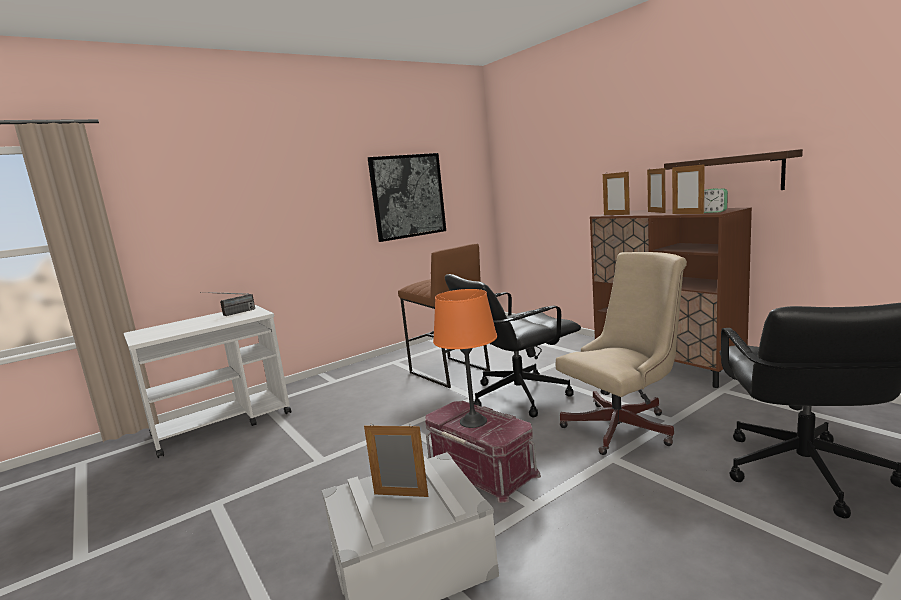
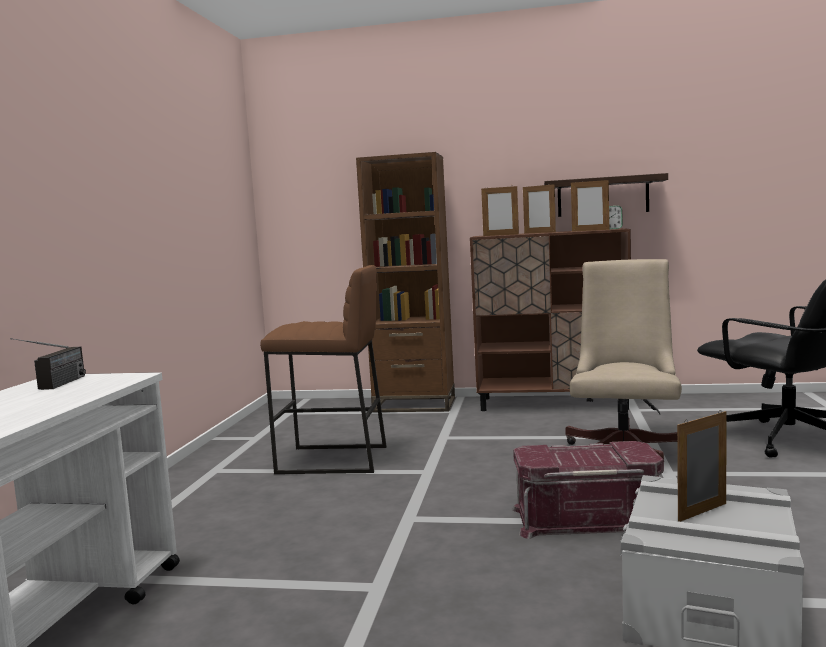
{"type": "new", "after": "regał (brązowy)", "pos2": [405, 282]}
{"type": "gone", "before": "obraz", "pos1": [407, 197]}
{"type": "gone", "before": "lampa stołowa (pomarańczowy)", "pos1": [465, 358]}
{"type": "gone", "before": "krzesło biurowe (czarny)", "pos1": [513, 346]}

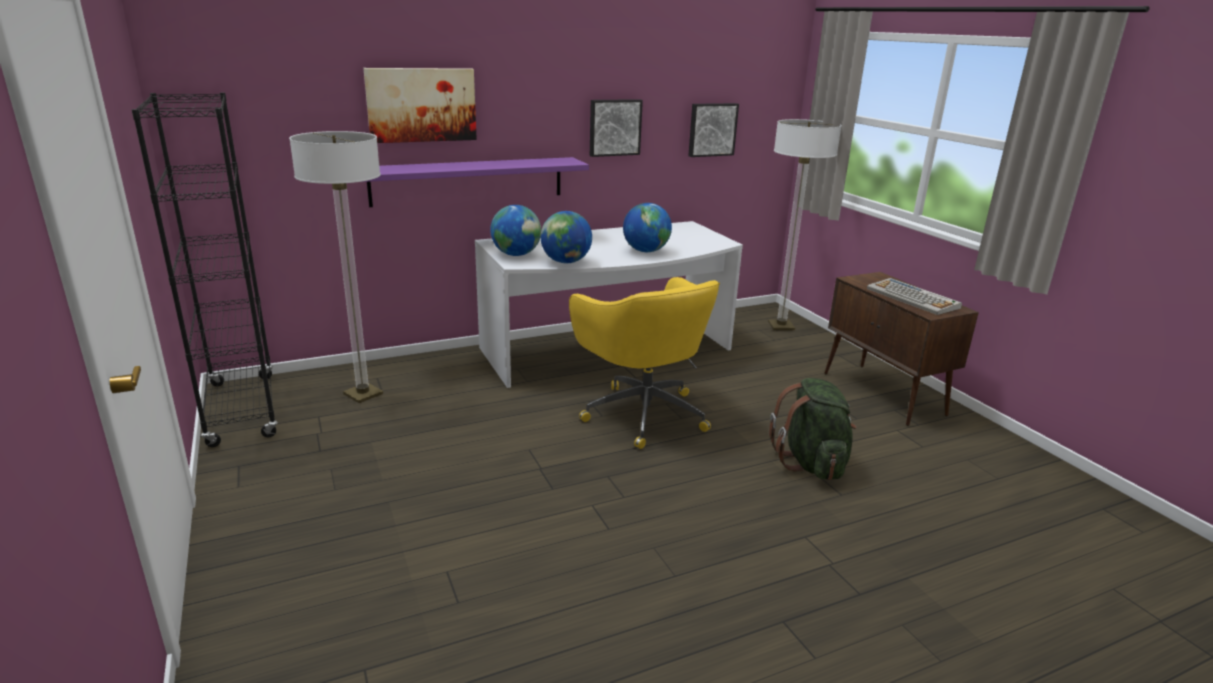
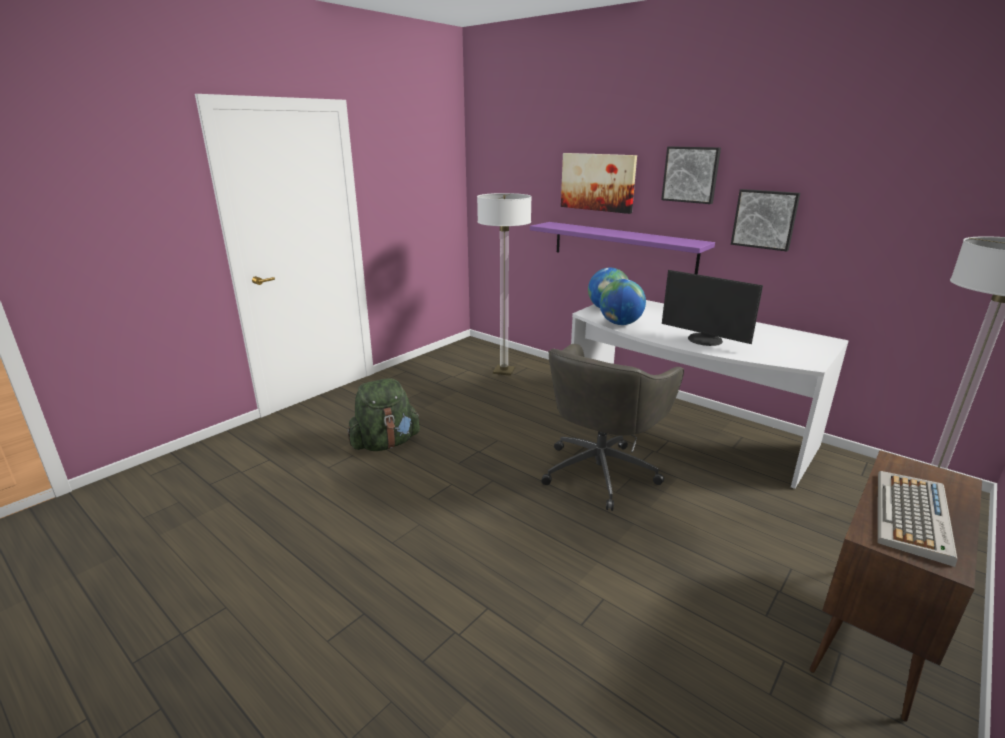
{"type": "shifted", "before": "plecak (zielony)", "pos1": [812, 429], "pos2": [384, 414]}
{"type": "repainted", "before": "krzesło biurowe (żółty)", "after": "krzesło biurowe (szary)", "pos1": [644, 363], "pos2": [612, 427]}
{"type": "shifted", "before": "obraz", "pos1": [713, 130], "pos2": [691, 175]}
{"type": "swapped", "before": "globus", "after": "monitor", "pos1": [647, 227], "pos2": [712, 308]}
{"type": "gone", "before": "regał (czarny)", "pos1": [205, 270]}

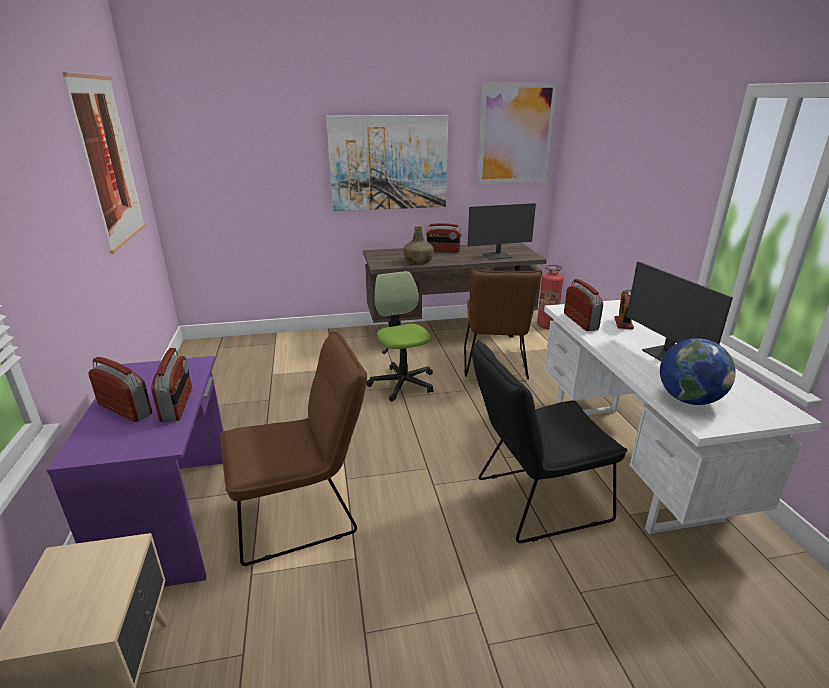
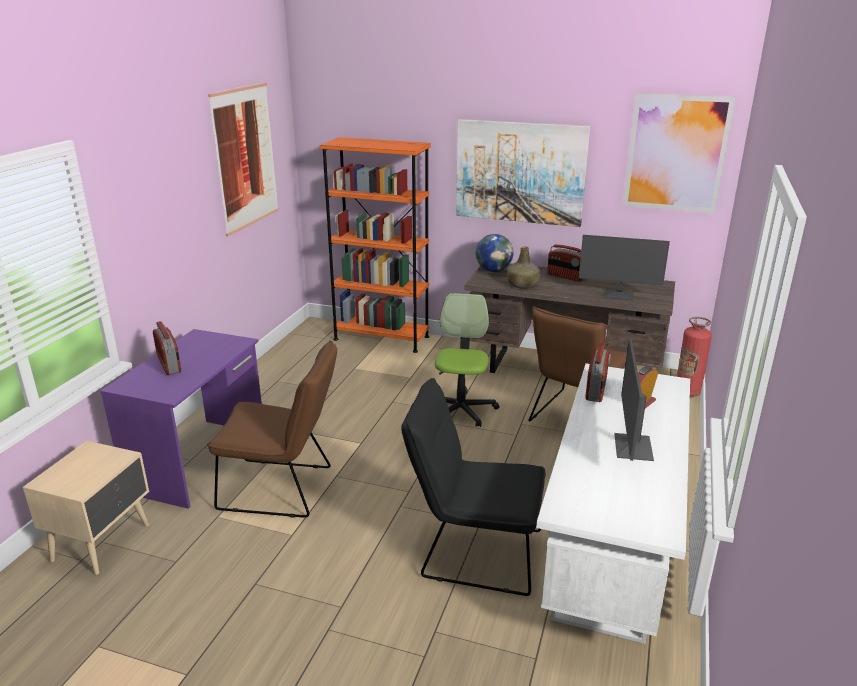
{"type": "new", "after": "regał (pomarańczowy)", "pos2": [375, 245]}
{"type": "shifted", "before": "globus", "pos1": [698, 371], "pos2": [494, 253]}
{"type": "gone", "before": "radio", "pos1": [171, 385]}

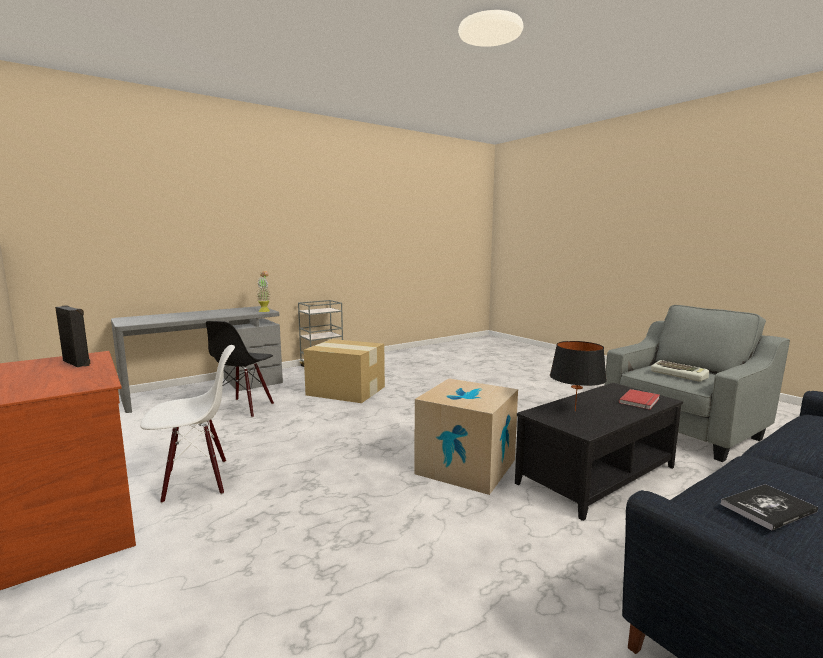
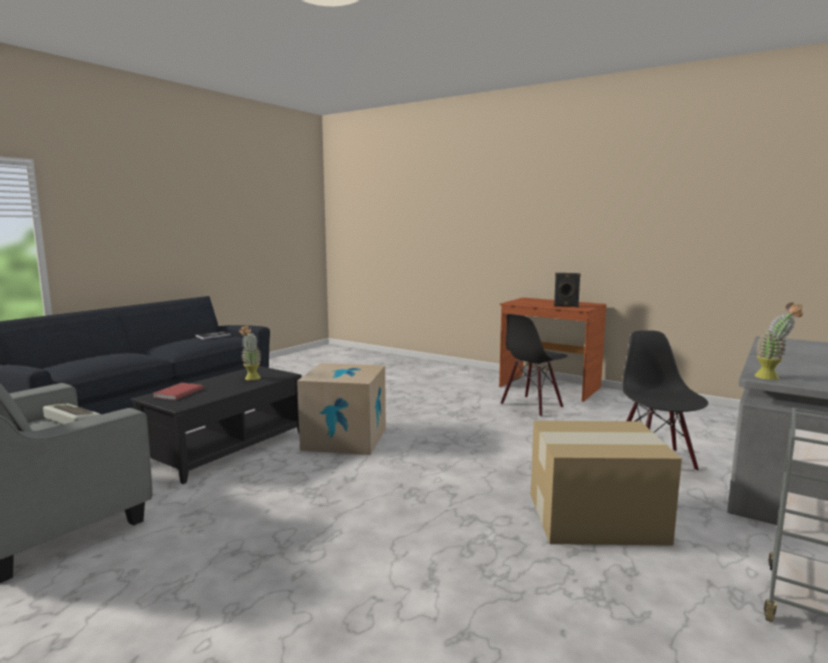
{"type": "swapped", "before": "lampa stołowa (czarny)", "after": "roślina doniczkowa", "pos1": [578, 376], "pos2": [250, 352]}
{"type": "repainted", "before": "krzesło (biały)", "after": "krzesło (czarny)", "pos1": [187, 424], "pos2": [534, 365]}

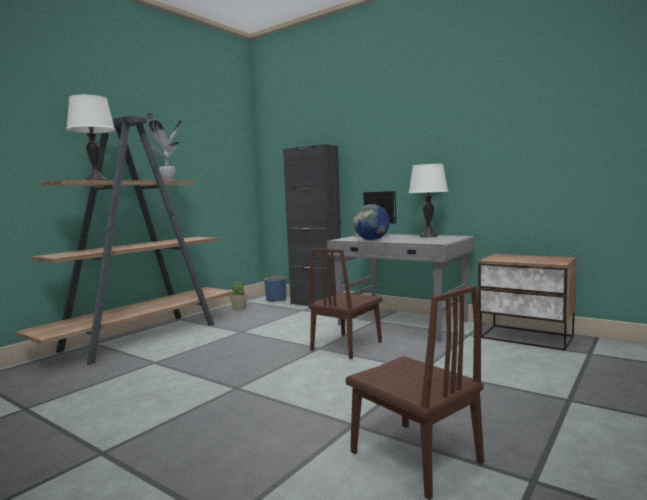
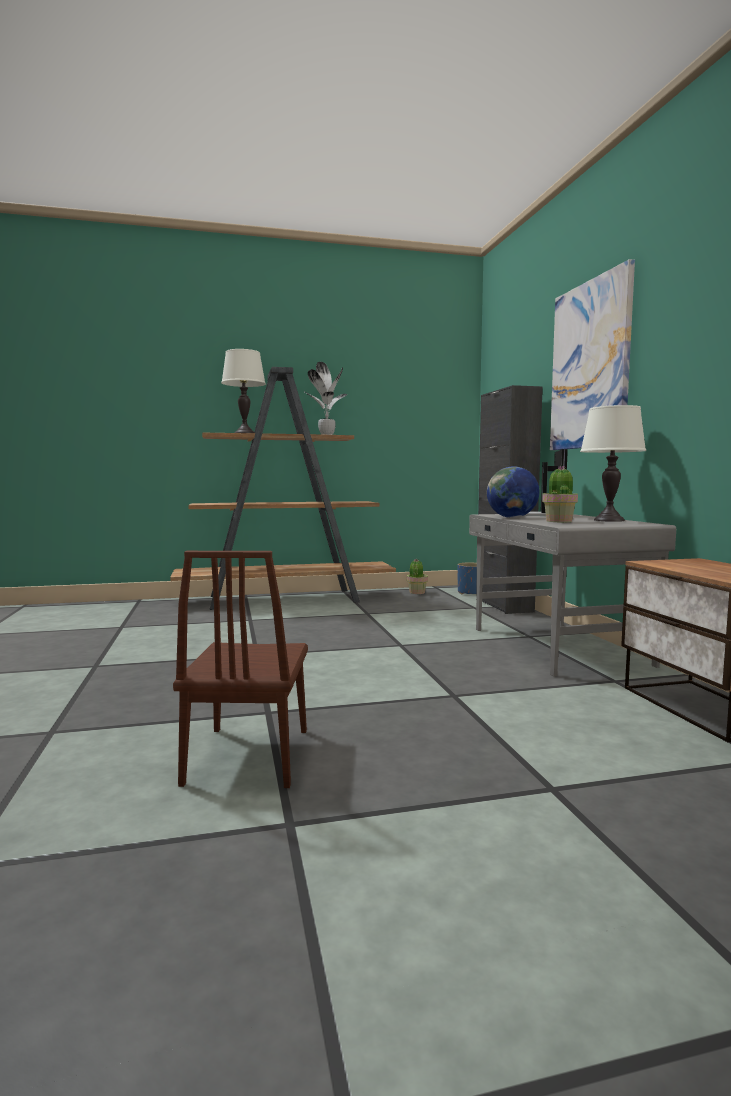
{"type": "new", "after": "roślina doniczkowa", "pos2": [560, 494]}
{"type": "new", "after": "obraz", "pos2": [592, 354]}
{"type": "gone", "before": "krzesło (brązowy)", "pos1": [345, 303]}

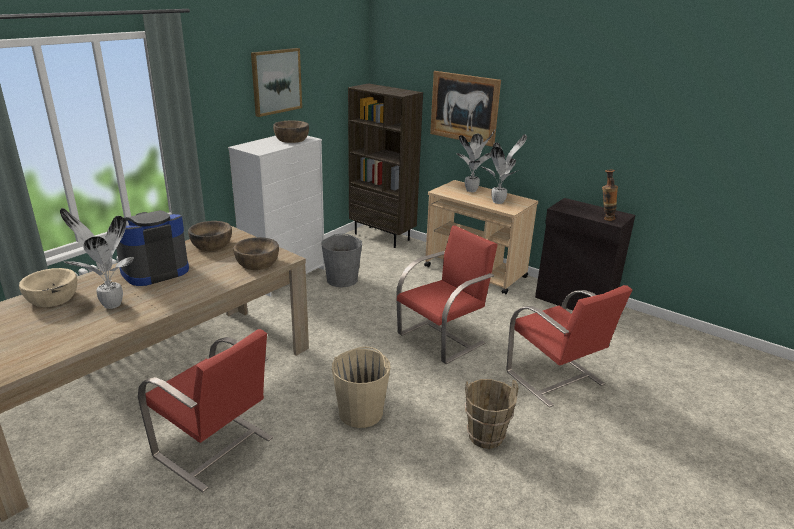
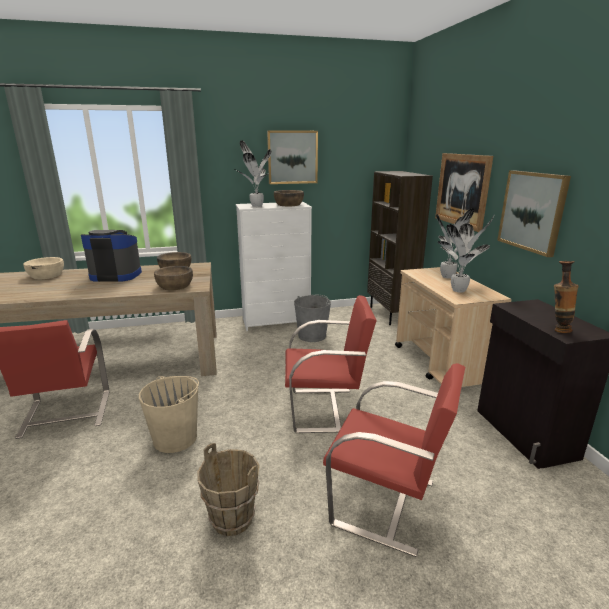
{"type": "shifted", "before": "roślina doniczkowa", "pos1": [97, 258], "pos2": [253, 173]}
{"type": "rotated", "before": "krzesło (czerwony)", "pos1": [569, 346], "pos2": [394, 460], "turn": -75}
{"type": "new", "after": "obraz", "pos2": [534, 213]}

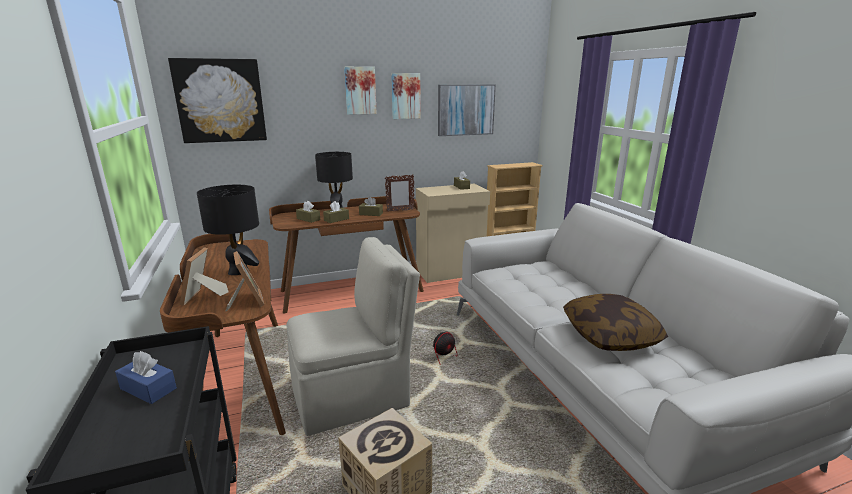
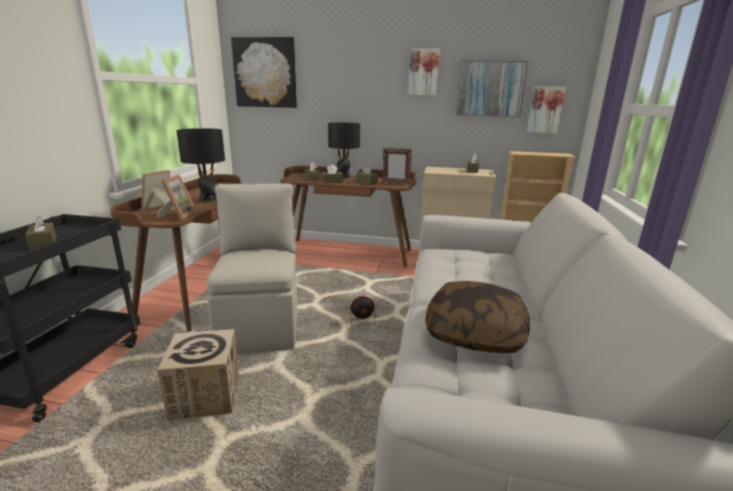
{"type": "repainted", "before": "pudełko chusteczek (niebieski)", "after": "pudełko chusteczek (brązowy)", "pos1": [146, 377], "pos2": [40, 231]}
{"type": "rotated", "before": "krzesło (beżowy)", "pos1": [353, 336], "pos2": [252, 268], "turn": -105}
{"type": "shifted", "before": "obraz", "pos1": [360, 91], "pos2": [546, 109]}

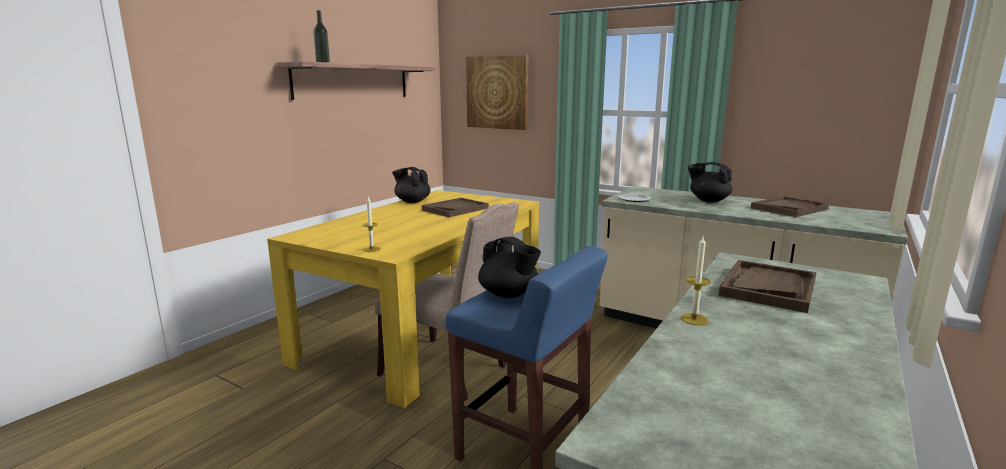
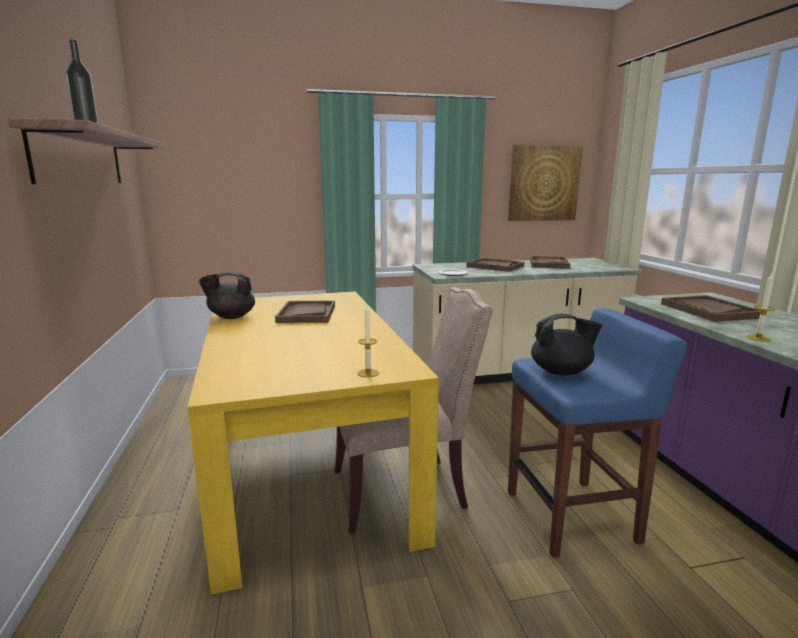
{"type": "swapped", "before": "imbryk (czarny)", "after": "taca (brązowy)", "pos1": [710, 182], "pos2": [495, 265]}
{"type": "shifted", "before": "obraz", "pos1": [497, 92], "pos2": [545, 183]}

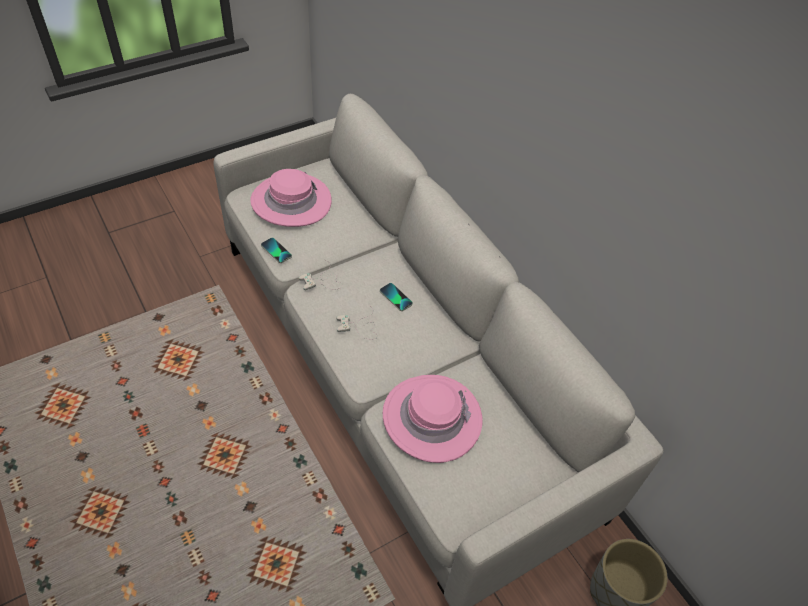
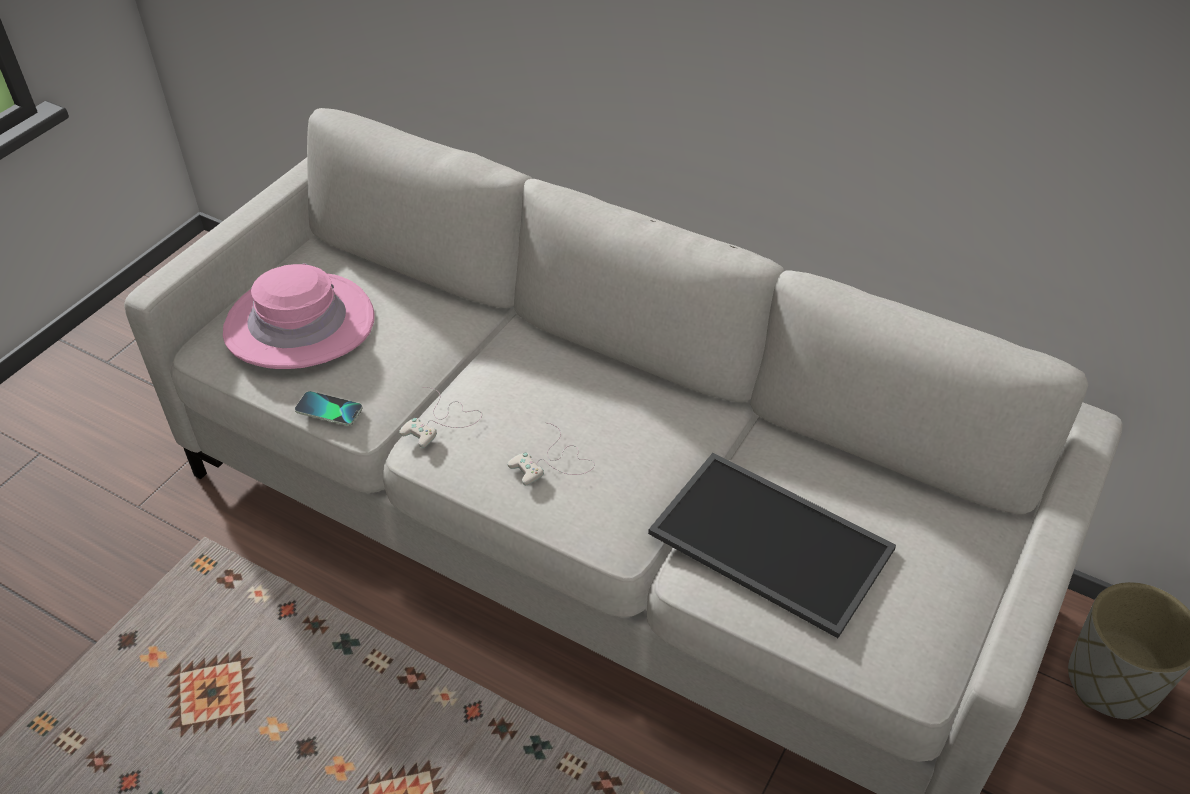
{"type": "swapped", "before": "kapelusz (różowy)", "after": "taca", "pos1": [433, 419], "pos2": [772, 545]}
{"type": "gone", "before": "telefon", "pos1": [396, 297]}

